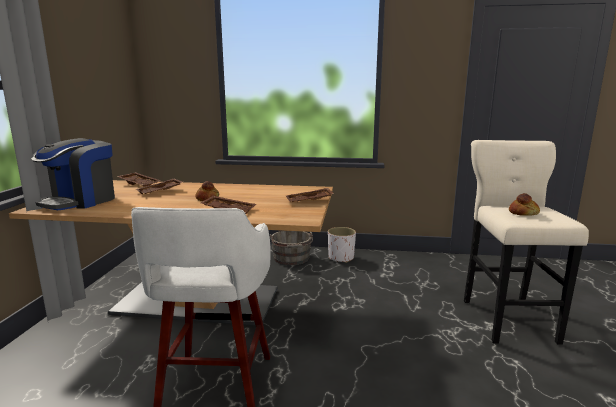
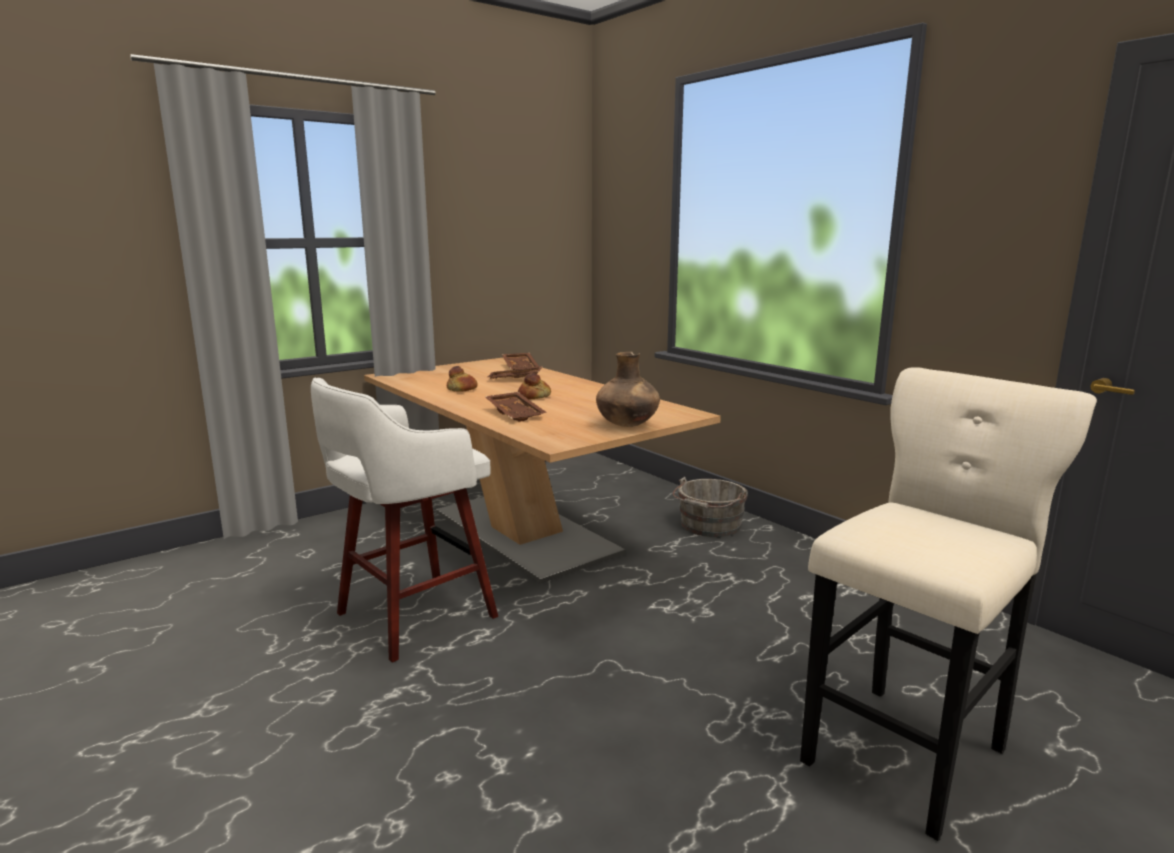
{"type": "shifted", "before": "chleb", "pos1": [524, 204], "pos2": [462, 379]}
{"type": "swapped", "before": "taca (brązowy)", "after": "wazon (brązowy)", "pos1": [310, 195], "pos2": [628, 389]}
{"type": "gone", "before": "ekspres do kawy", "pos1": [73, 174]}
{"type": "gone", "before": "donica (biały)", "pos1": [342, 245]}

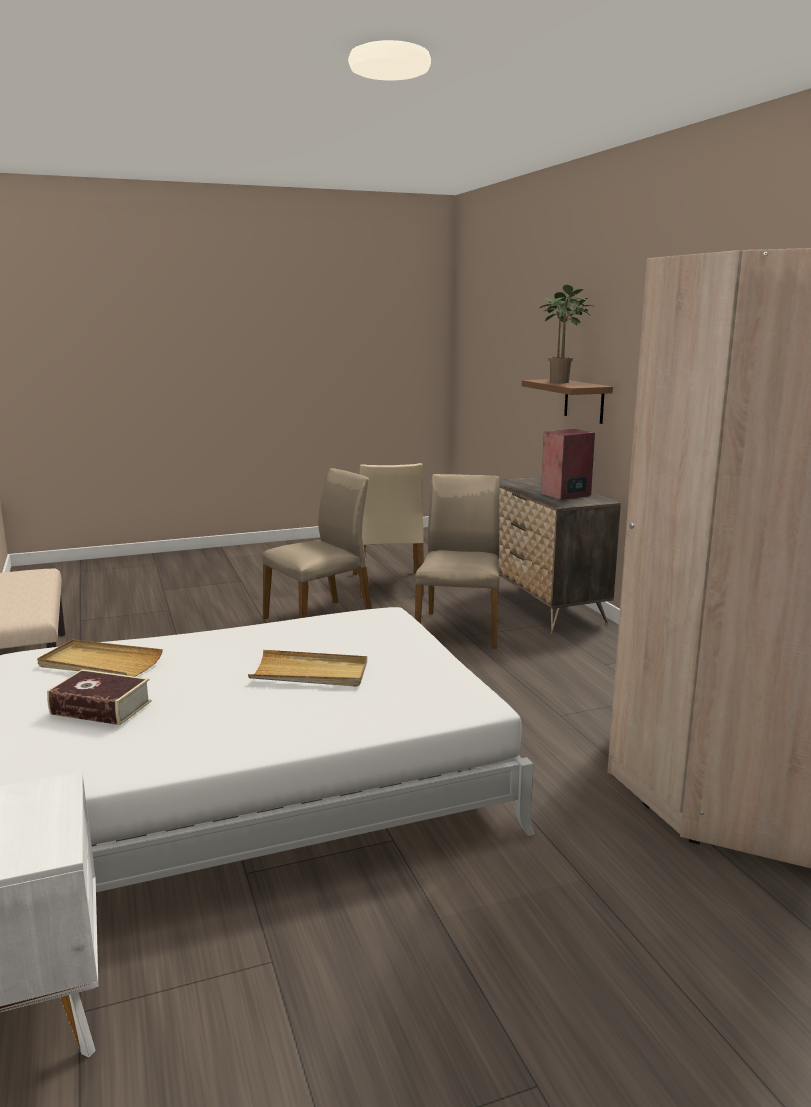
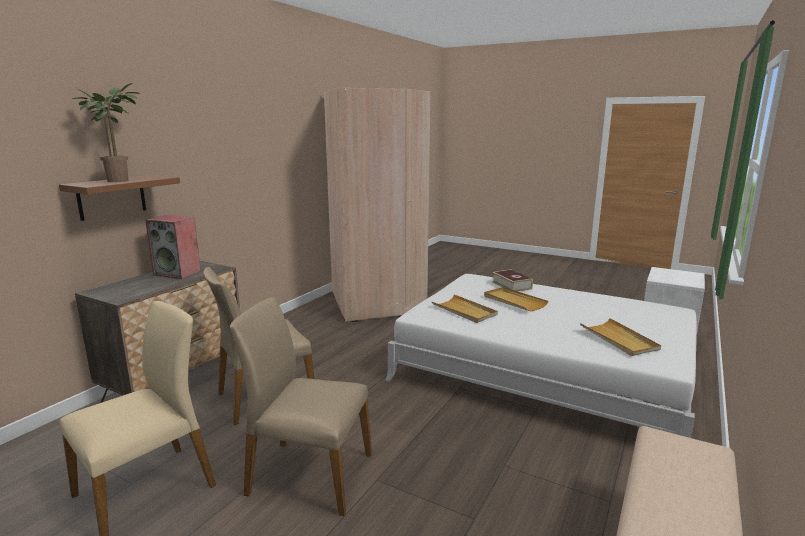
{"type": "new", "after": "taca (beżowy)", "pos2": [465, 308]}
{"type": "shifted", "before": "książka", "pos1": [99, 697], "pos2": [512, 280]}

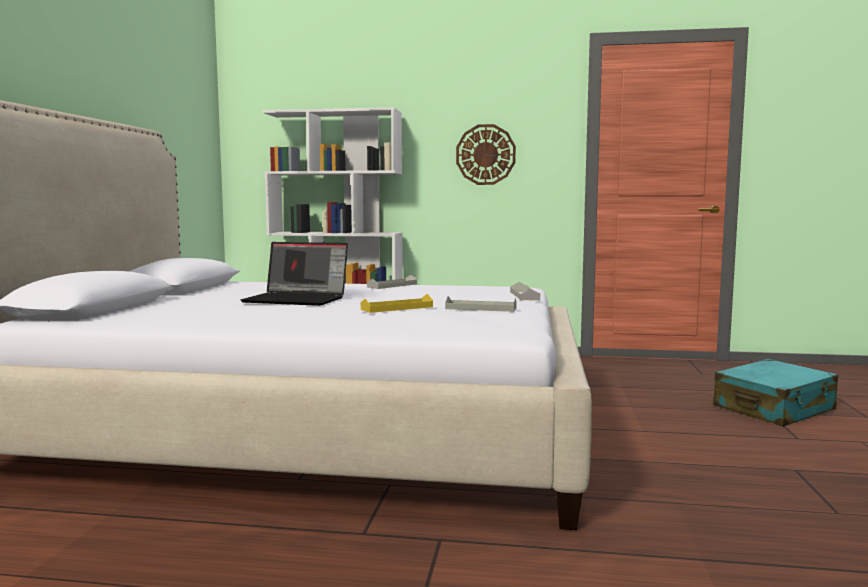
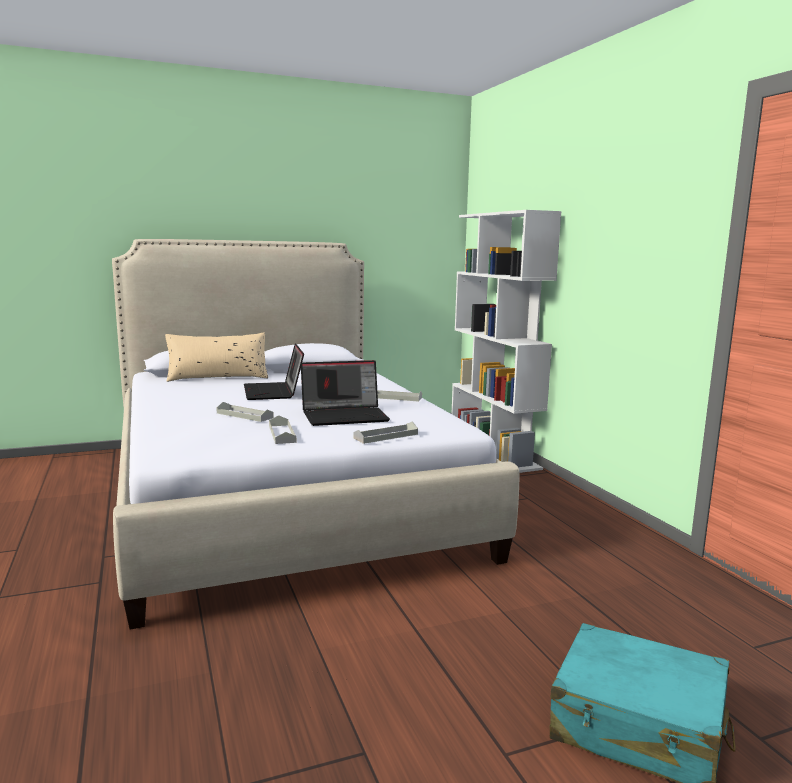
{"type": "new", "after": "poduszka (beżowy)", "pos2": [216, 357]}
{"type": "repainted", "before": "taca (żółty)", "after": "taca (szary)", "pos1": [397, 303], "pos2": [245, 412]}
{"type": "new", "after": "laptop", "pos2": [345, 393]}
{"type": "gone", "before": "zegar ścienny", "pos1": [486, 154]}

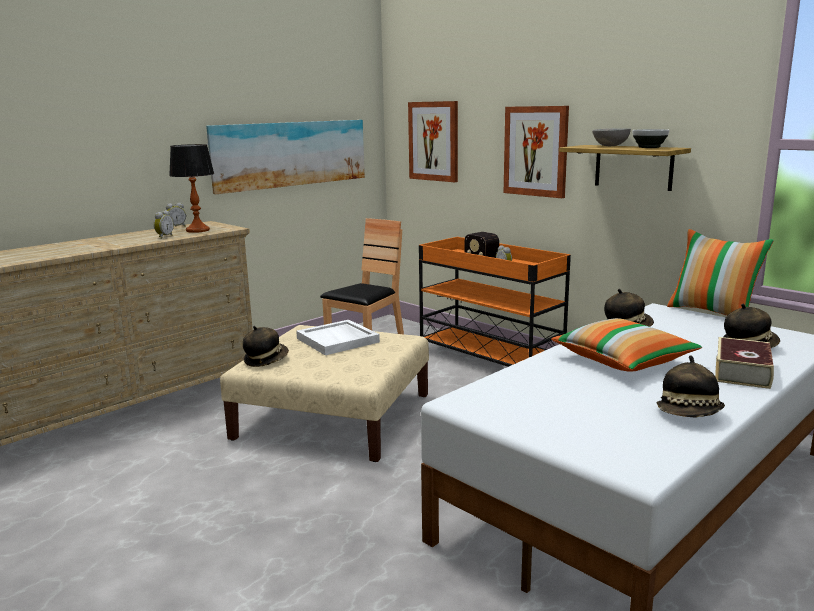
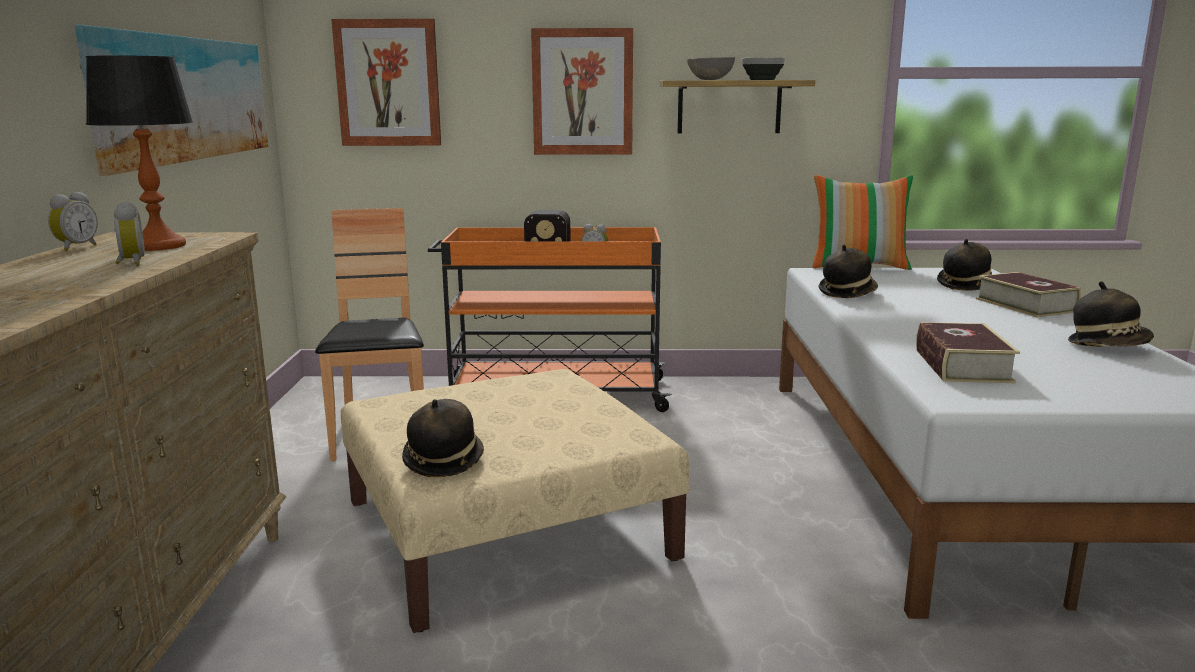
{"type": "new", "after": "książka", "pos2": [968, 352]}
{"type": "gone", "before": "taca (biały)", "pos1": [338, 337]}
{"type": "gone", "before": "poduszka", "pos1": [626, 345]}

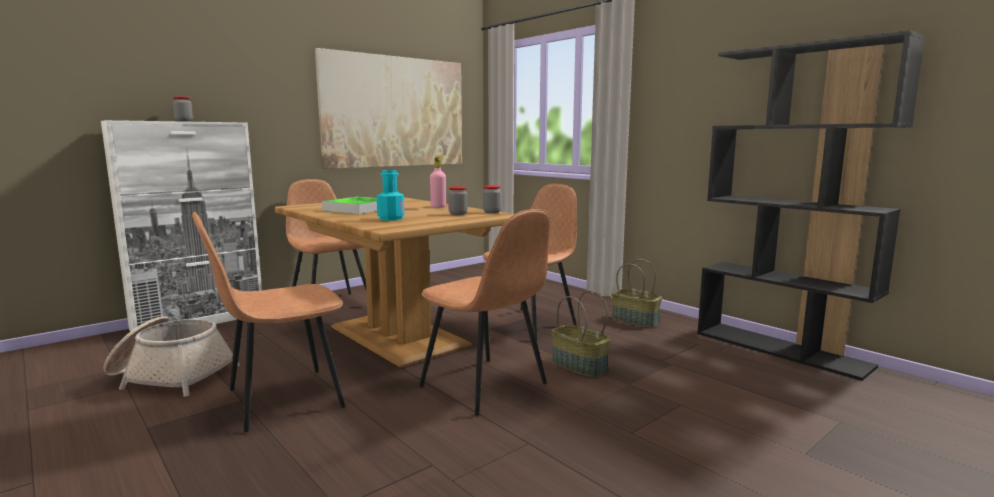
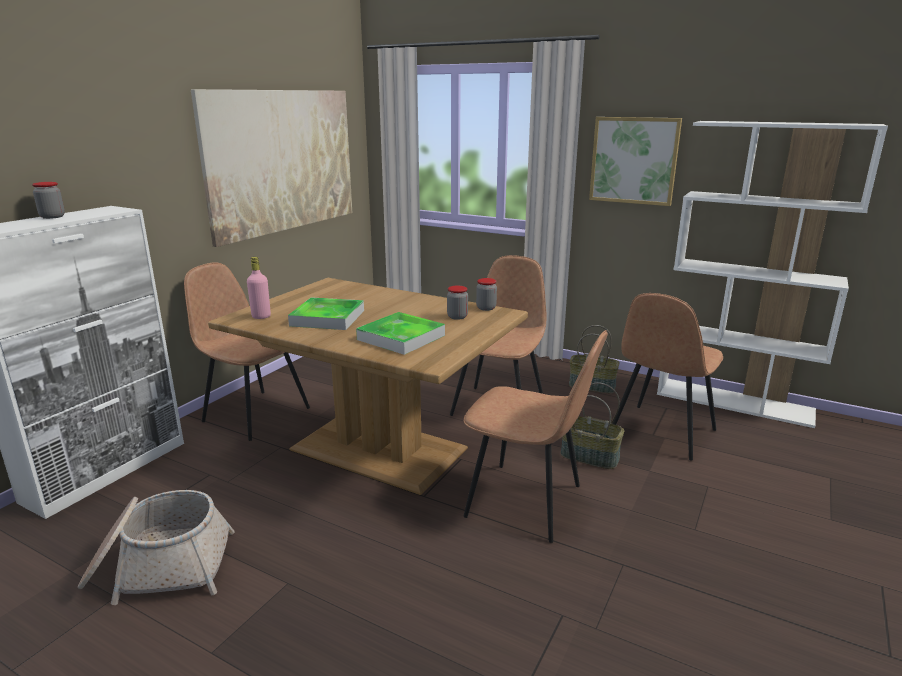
{"type": "shifted", "before": "butelka (różowy)", "pos1": [438, 182], "pos2": [259, 288]}
{"type": "swapped", "before": "butelka (turkusowy)", "after": "taca", "pos1": [391, 195], "pos2": [400, 333]}
{"type": "new", "after": "obraz", "pos2": [635, 161]}
{"type": "shifted", "before": "krzesło (brązowy)", "pos1": [268, 322], "pos2": [667, 377]}
{"type": "repainted", "before": "regał (czarny)", "after": "regał (biały)", "pos1": [811, 205], "pos2": [772, 274]}

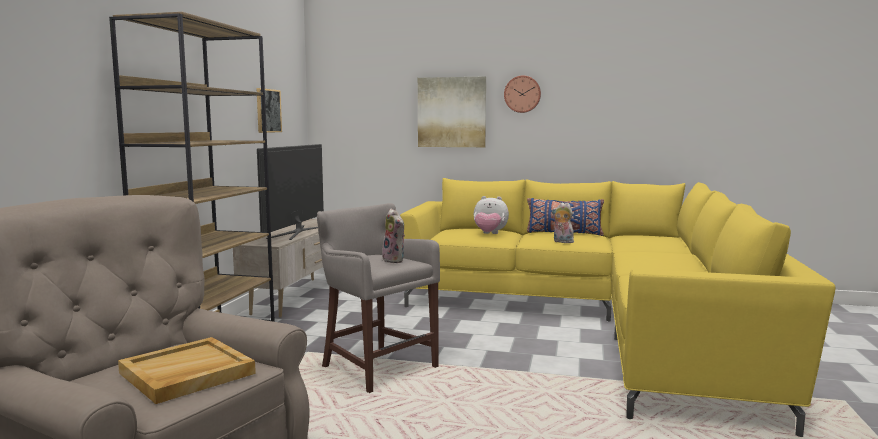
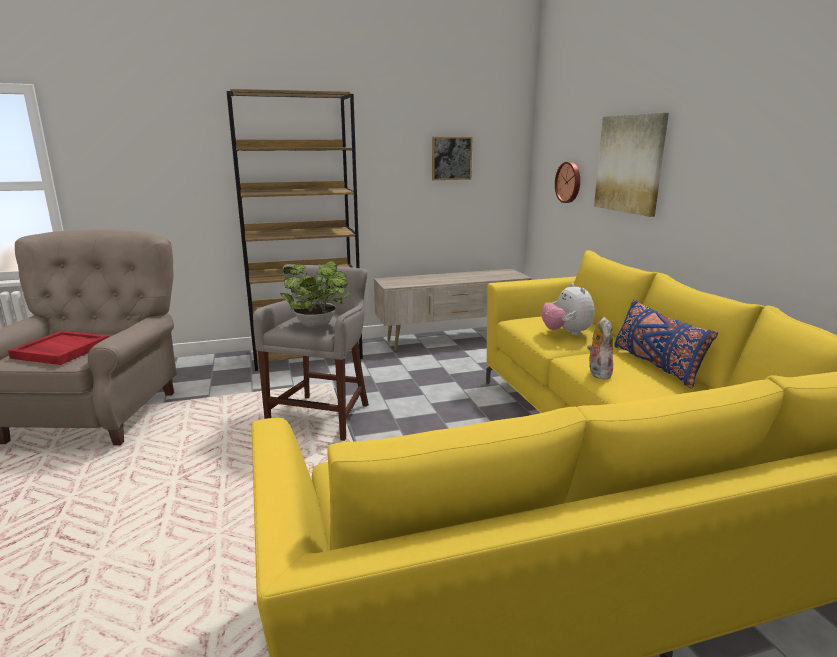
{"type": "repainted", "before": "taca (beżowy)", "after": "taca (czerwony)", "pos1": [187, 370], "pos2": [58, 348]}
{"type": "swapped", "before": "pluszak", "after": "roślina doniczkowa", "pos1": [393, 236], "pos2": [316, 294]}
{"type": "shifted", "before": "zegar ścienny", "pos1": [522, 94], "pos2": [567, 182]}
{"type": "gone", "before": "telewizor", "pos1": [290, 192]}

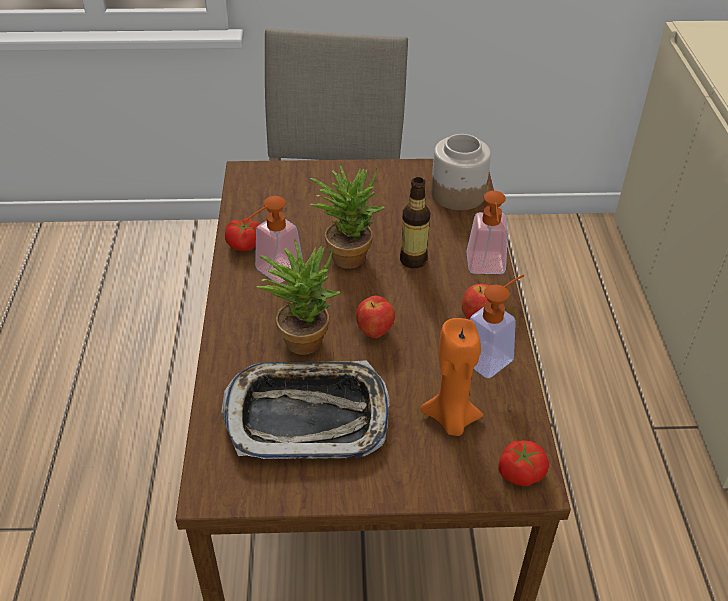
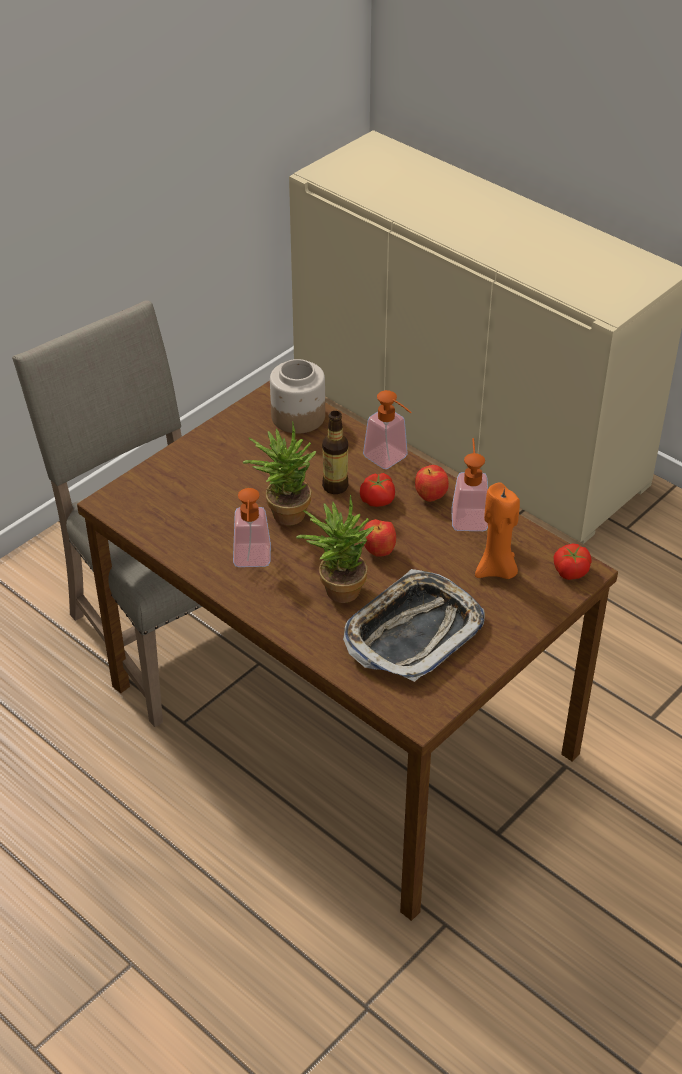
{"type": "shifted", "before": "pomidor", "pos1": [242, 234], "pos2": [377, 490]}

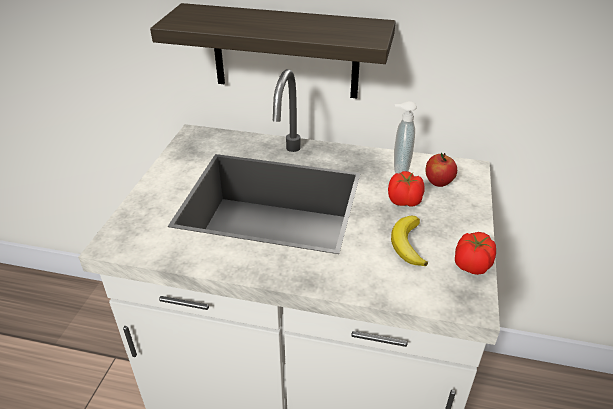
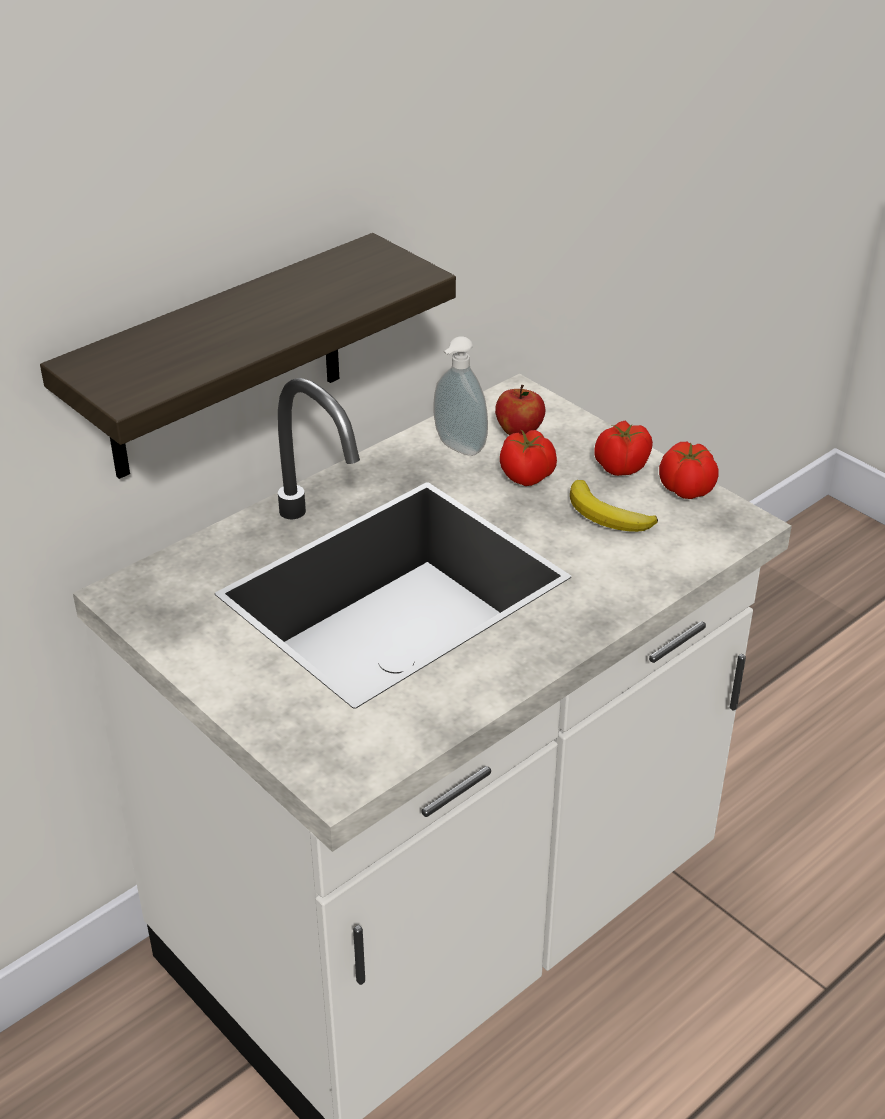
{"type": "new", "after": "pomidor", "pos2": [623, 448]}

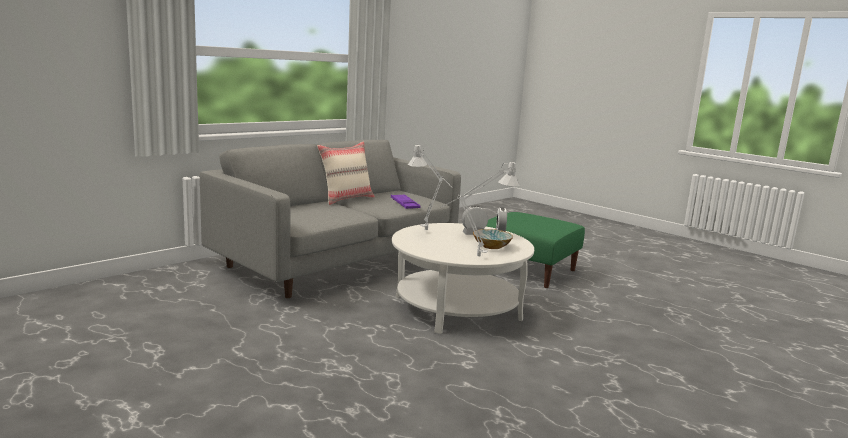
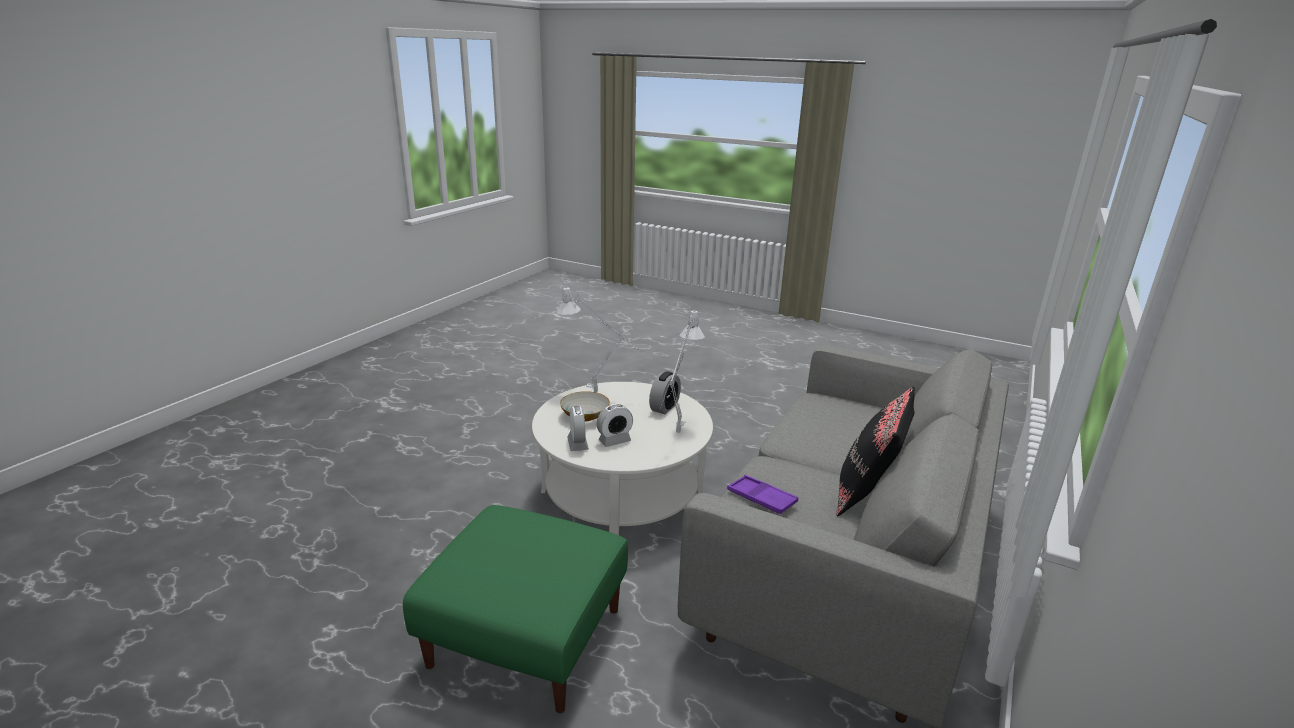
{"type": "new", "after": "budzik", "pos2": [665, 392]}
{"type": "repainted", "before": "poduszka (beżowy)", "after": "poduszka (czarny)", "pos1": [346, 173], "pos2": [875, 451]}

